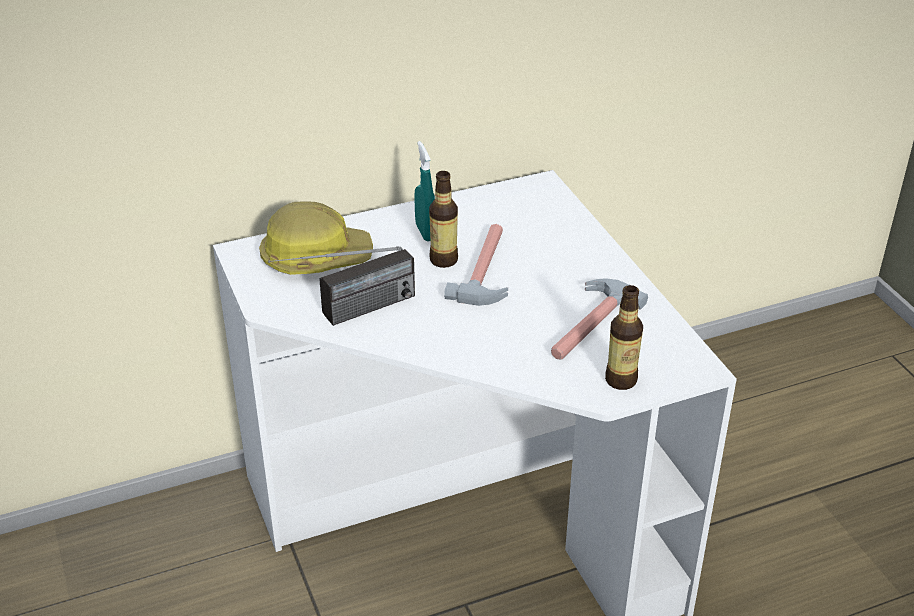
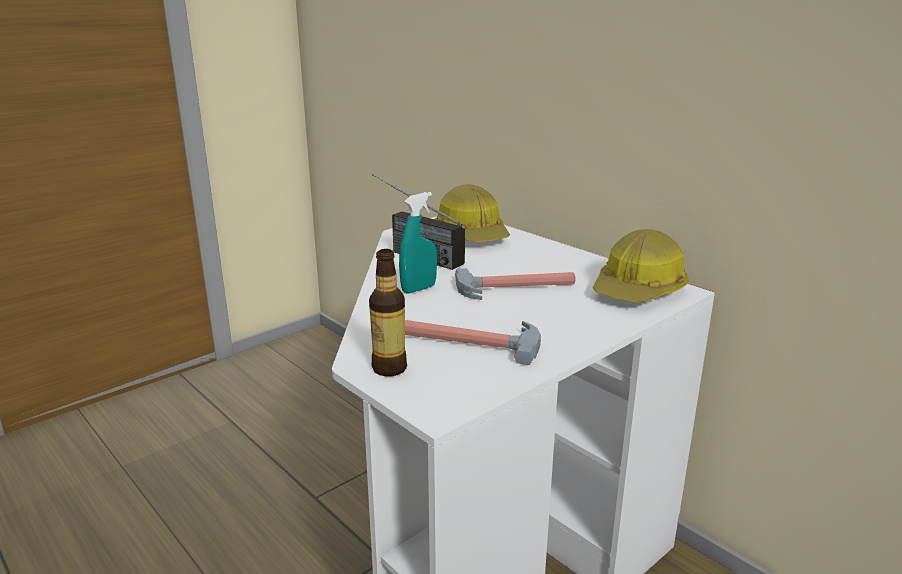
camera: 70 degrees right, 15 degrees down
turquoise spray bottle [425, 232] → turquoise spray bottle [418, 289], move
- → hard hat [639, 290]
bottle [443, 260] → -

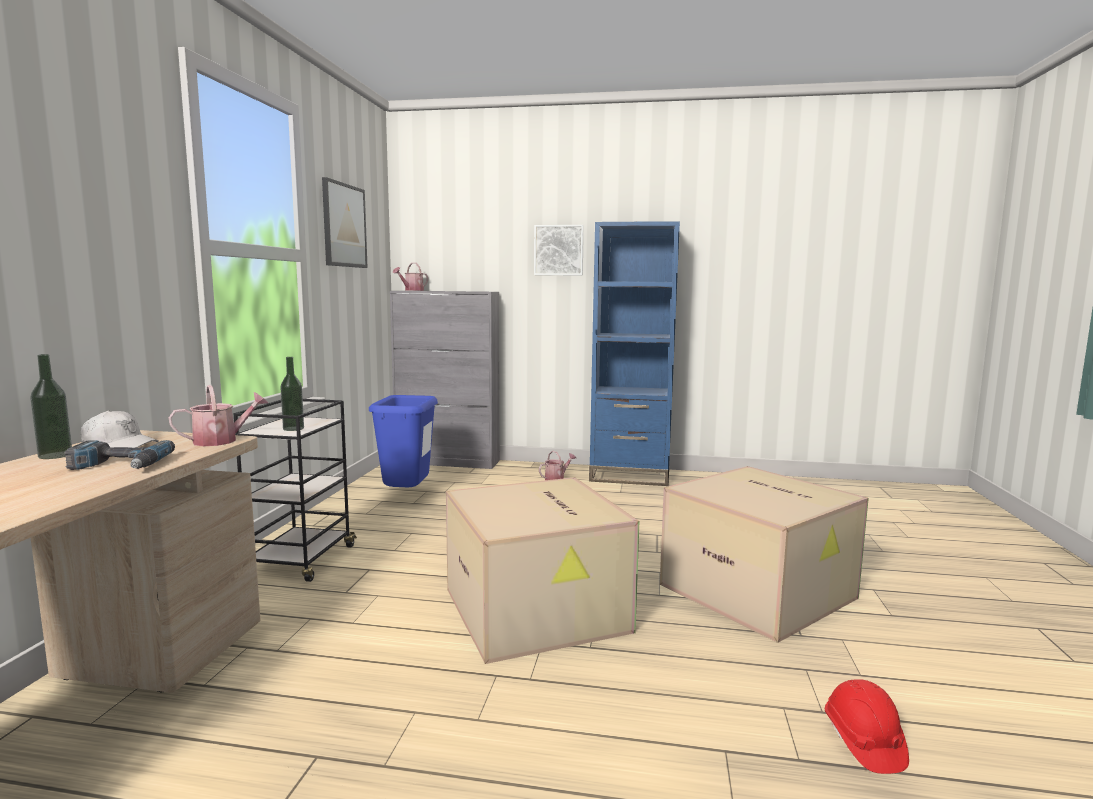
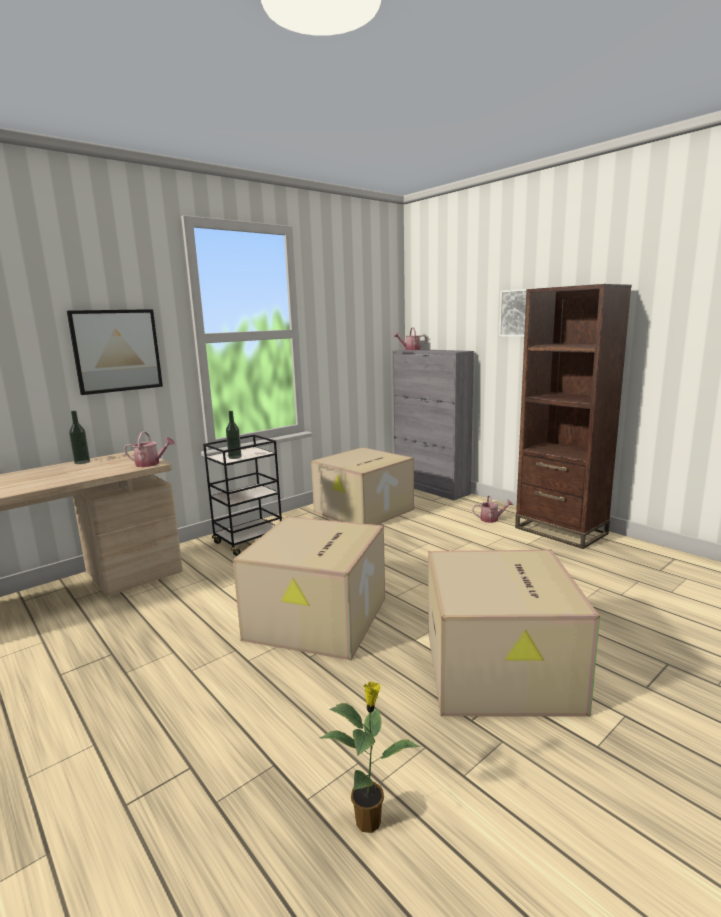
camera: 40 degrees right, 5 degrees up
picture [344, 225] → picture [117, 351], move
blue trash can [406, 497] → cardboard box [363, 511]
red hard hat [863, 742] → potted plant [369, 820]
blue bookcase [629, 476] → brown bookcase [560, 531]
power drill [118, 465] → -
white cap [119, 444] → -

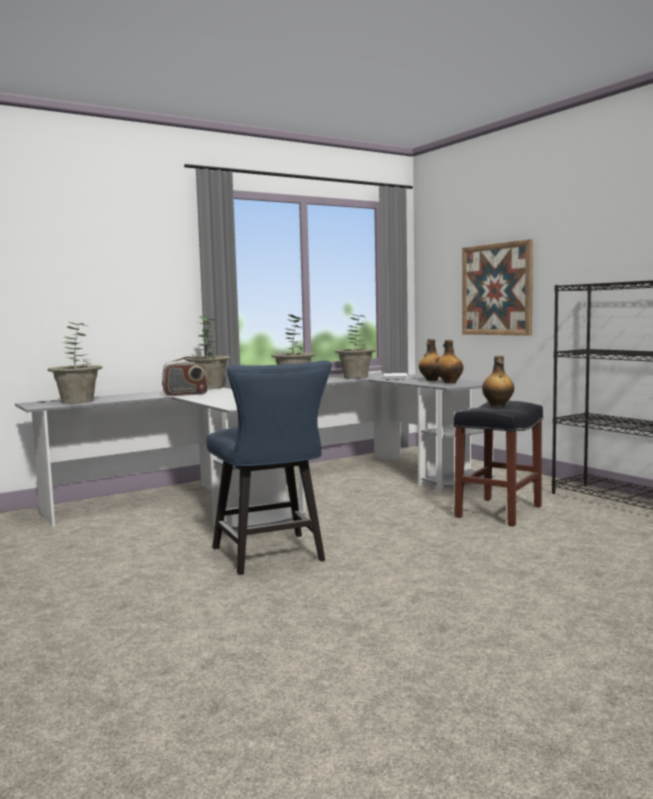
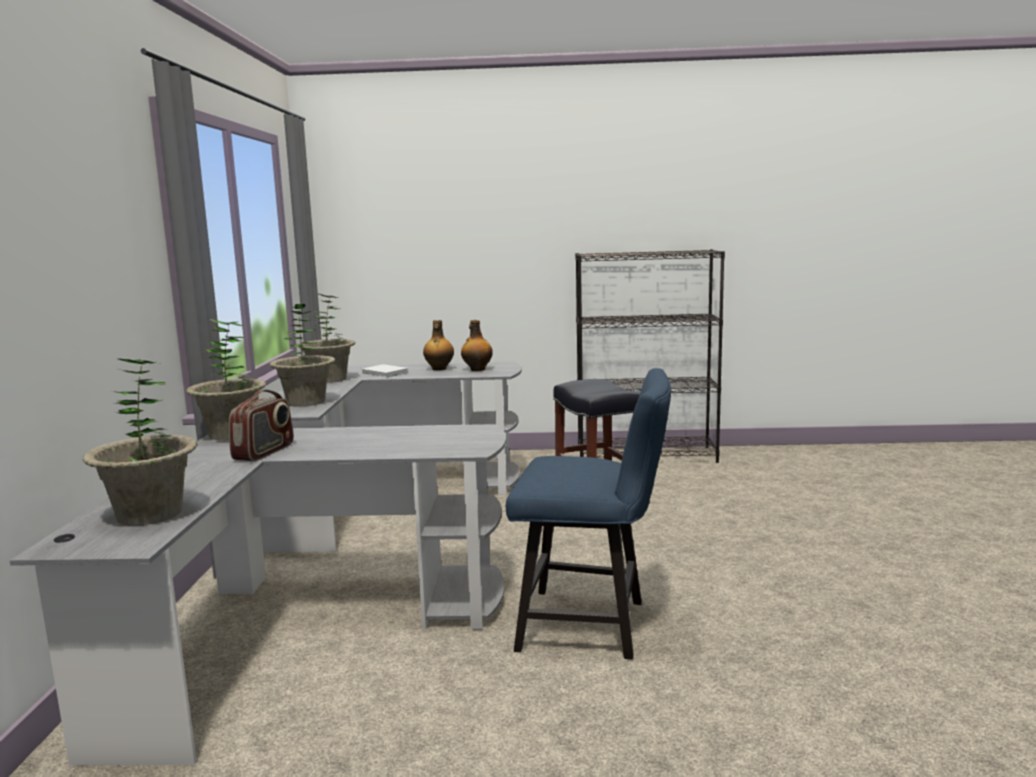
camera: 55 degrees left, 5 degrees up
picture [496, 289] → -
bottle [497, 406] → -

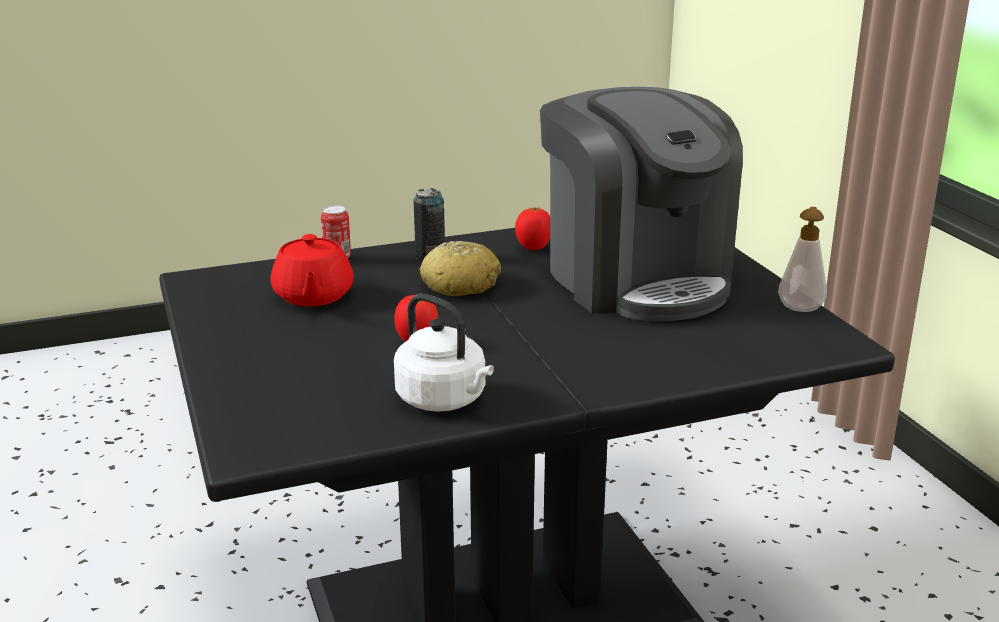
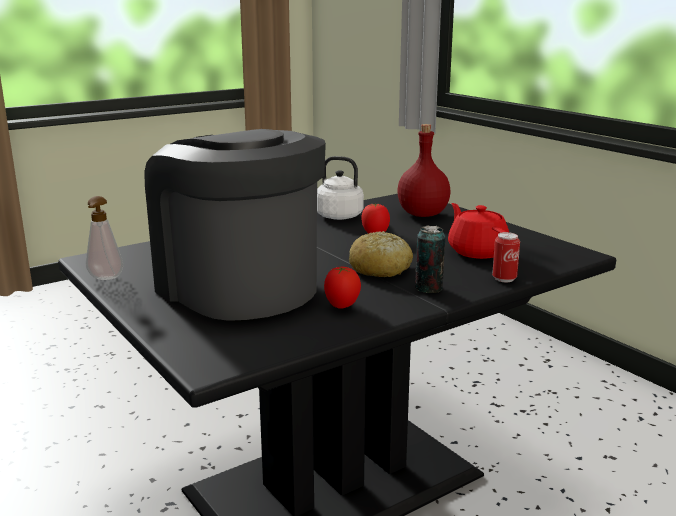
camera: 165 degrees right, 5 degrees down
- → red bottle [421, 214]

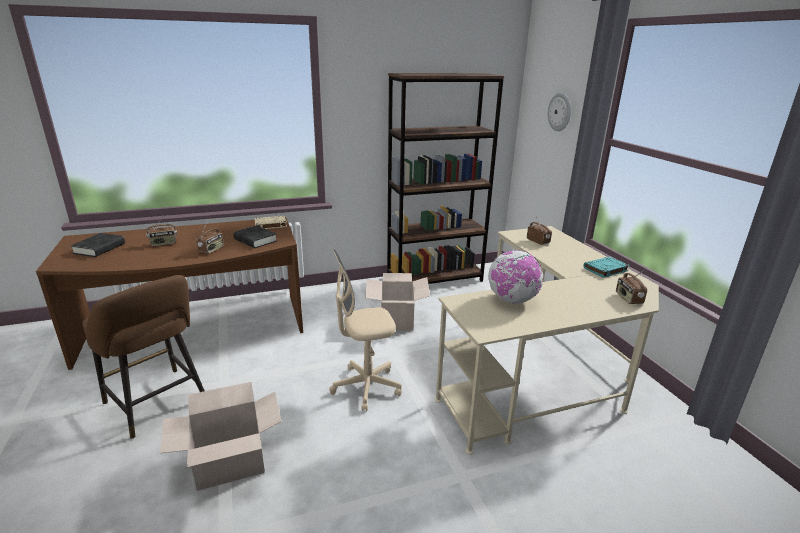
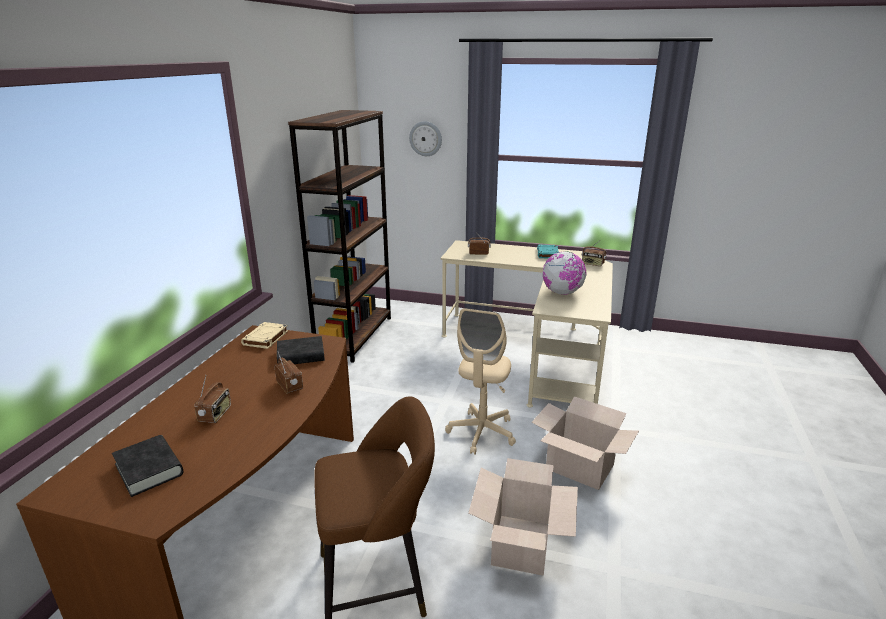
camera: 55 degrees left, 0 degrees up
cardboard box [397, 319] → cardboard box [580, 466], move

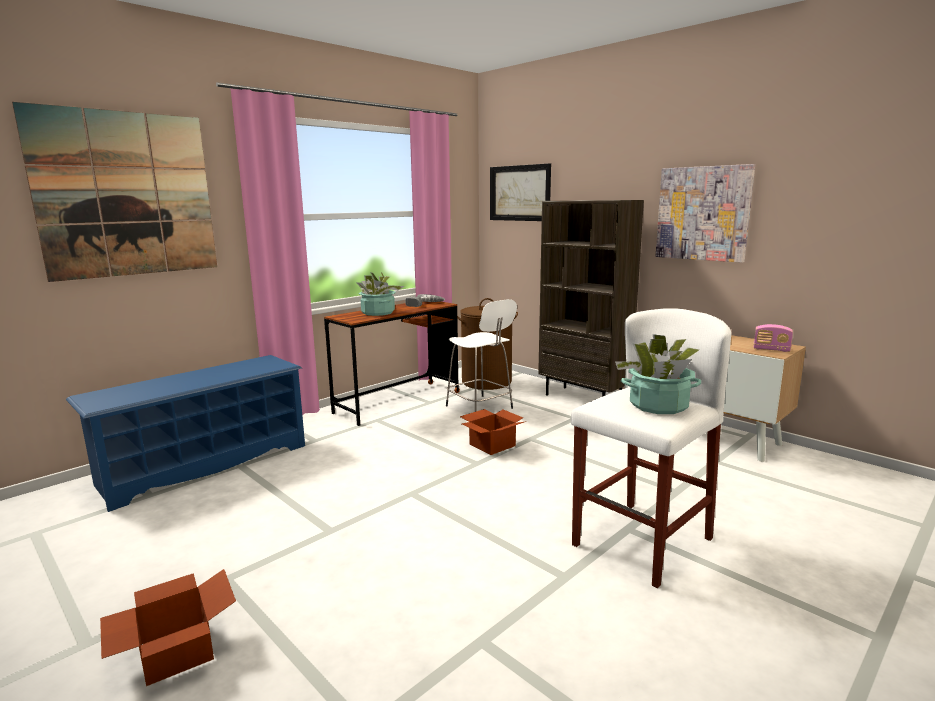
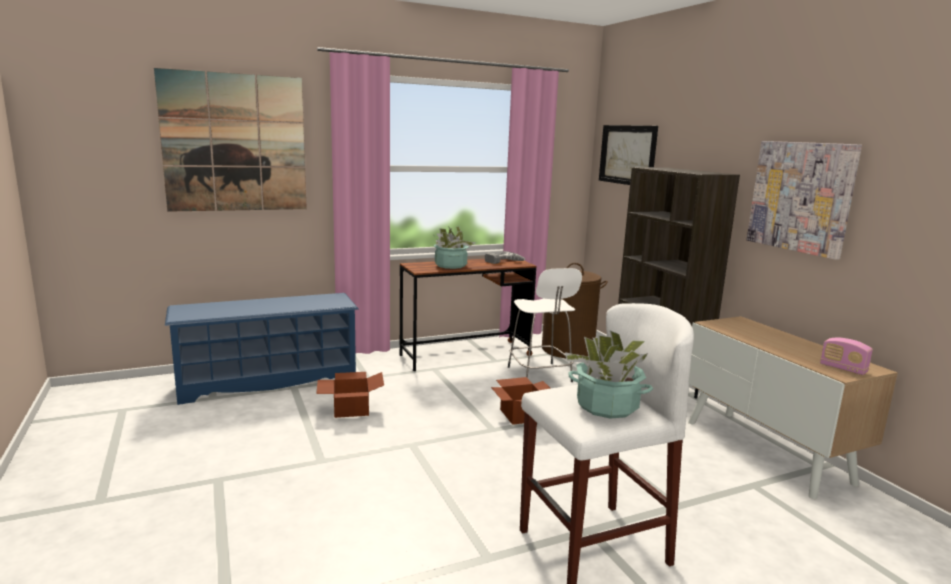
camera: 20 degrees right, 0 degrees up
cardboard box [174, 652] → cardboard box [350, 408], move

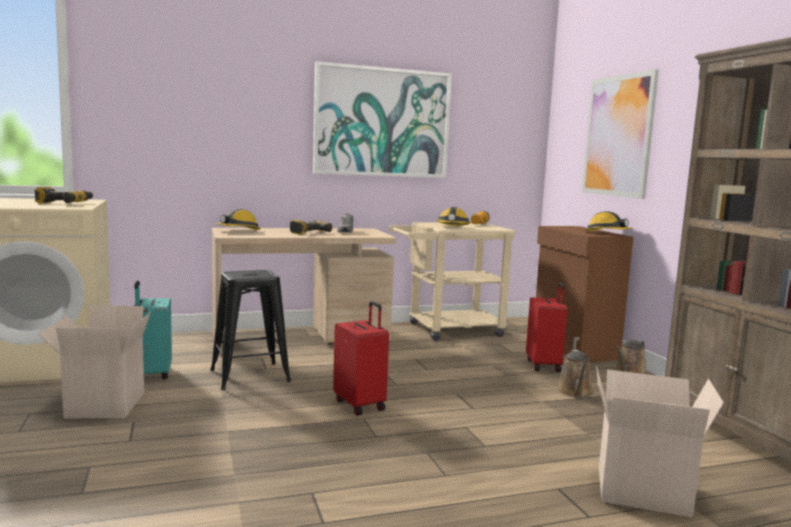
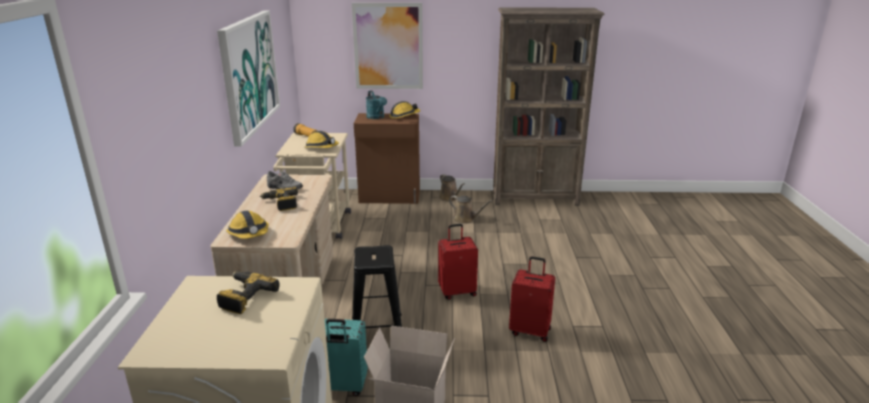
camera: 70 degrees left, 15 degrees up
- → turquoise watering can [377, 117]
red suitcase [544, 365] → red suitcase [530, 331], move
cardboard box [643, 490] → -

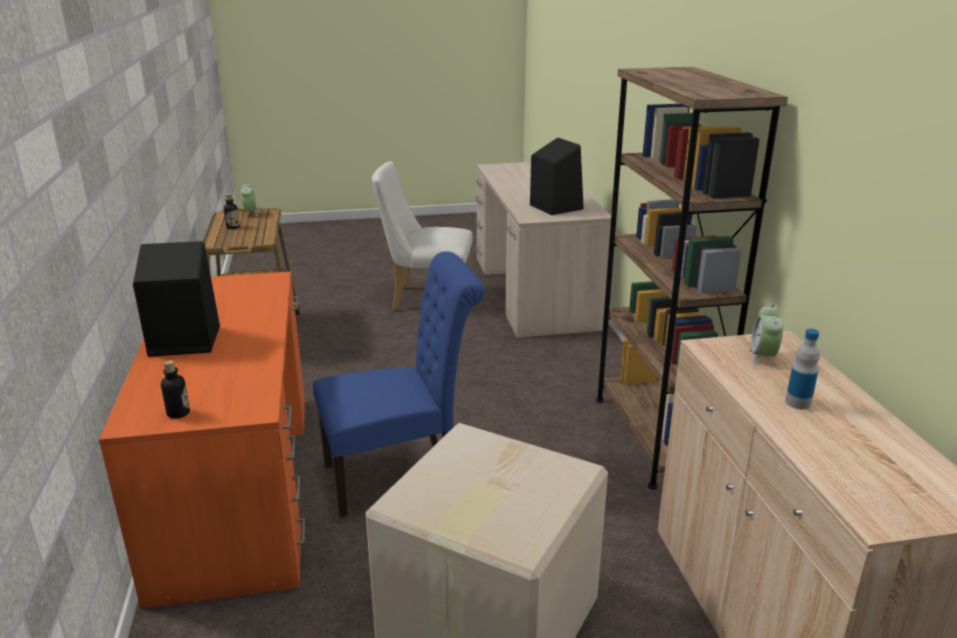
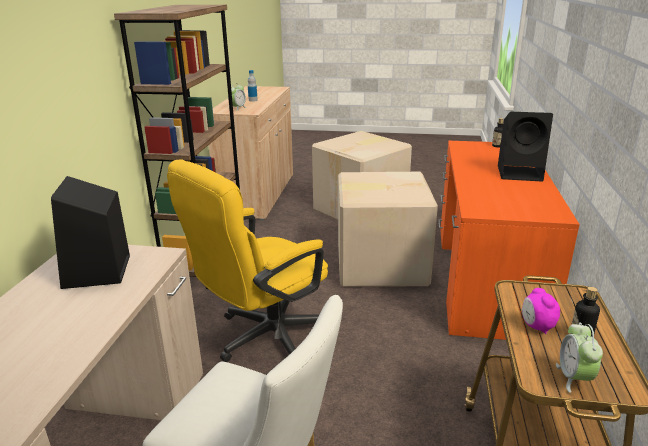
camera: 160 degrees left, 0 degrees up
- → yellow office chair [264, 338]
blue chair [401, 475] → cardboard box [379, 264]
- → alarm clock [536, 327]

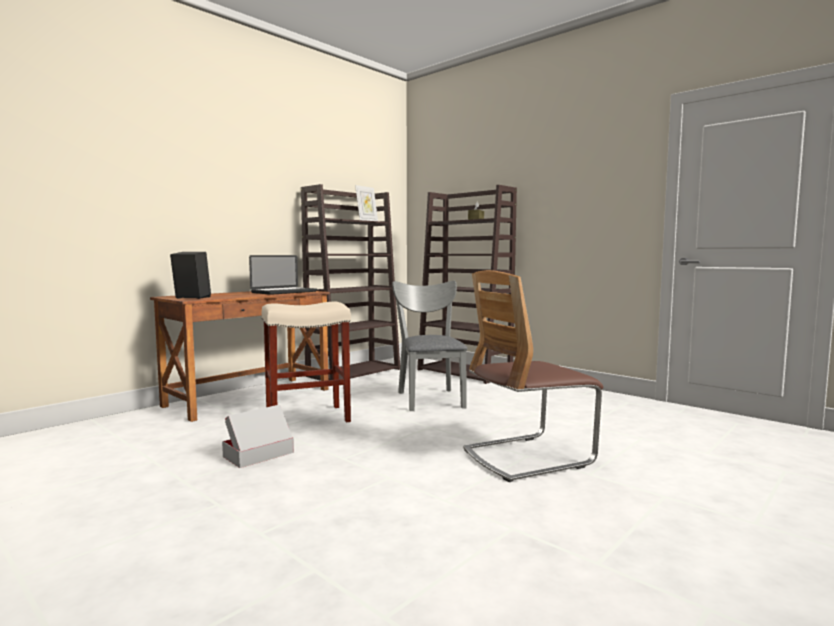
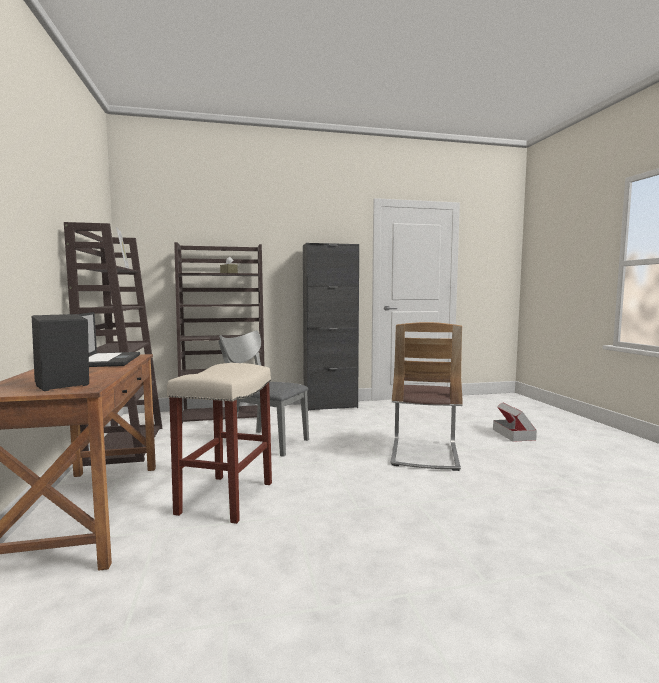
camera: 55 degrees left, 0 degrees up
- → black cabinet [330, 406]
cardboard box [258, 454] → cardboard box [513, 434], move

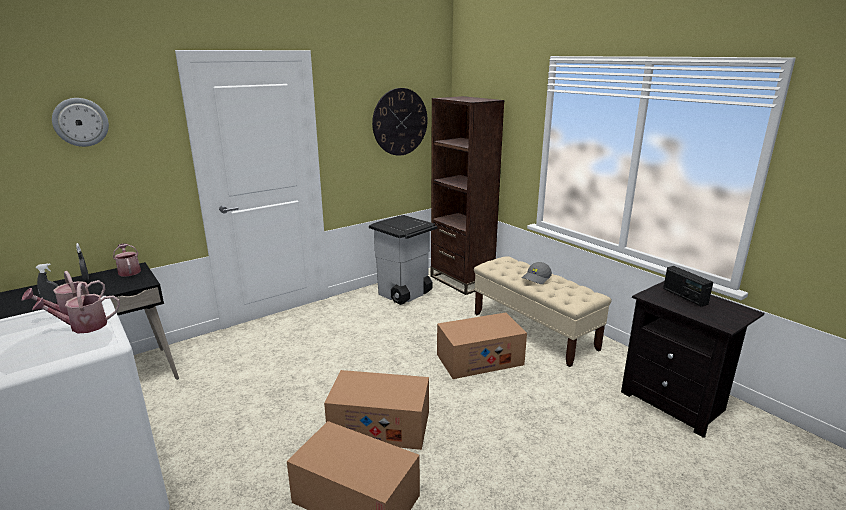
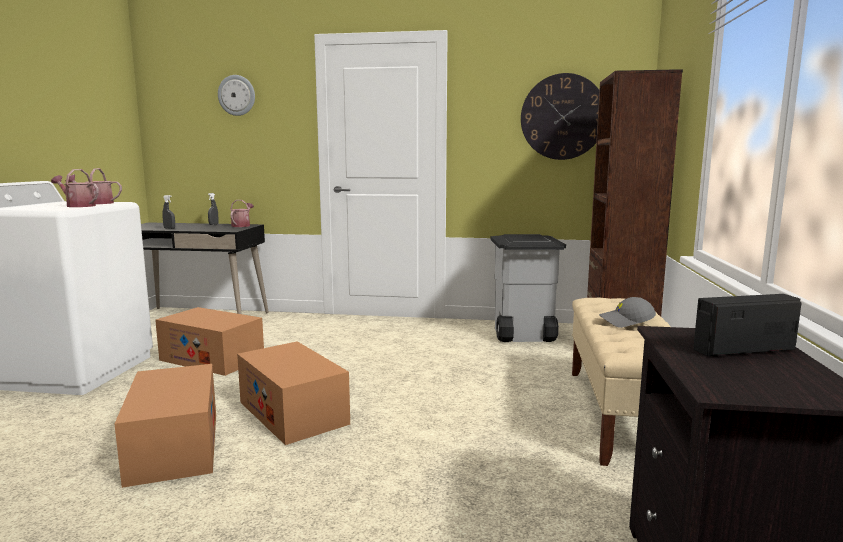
camera: 45 degrees right, 10 degrees down
cardboard box [479, 359] → cardboard box [212, 359], move
radio [684, 296] → radio [742, 349], 60 degrees clockwise

